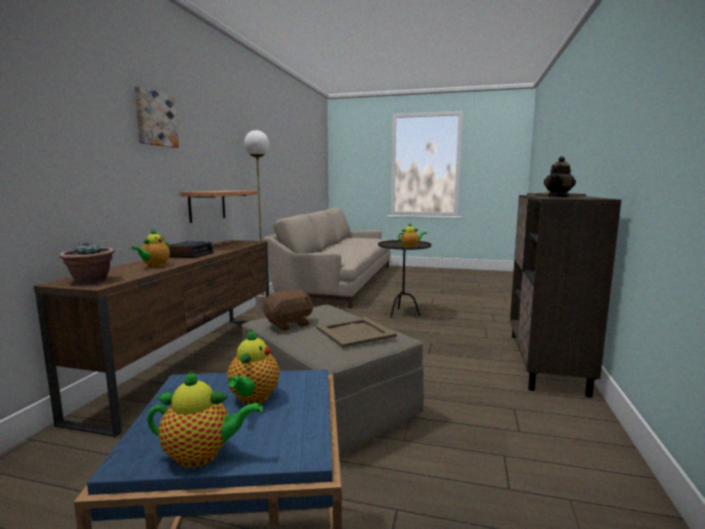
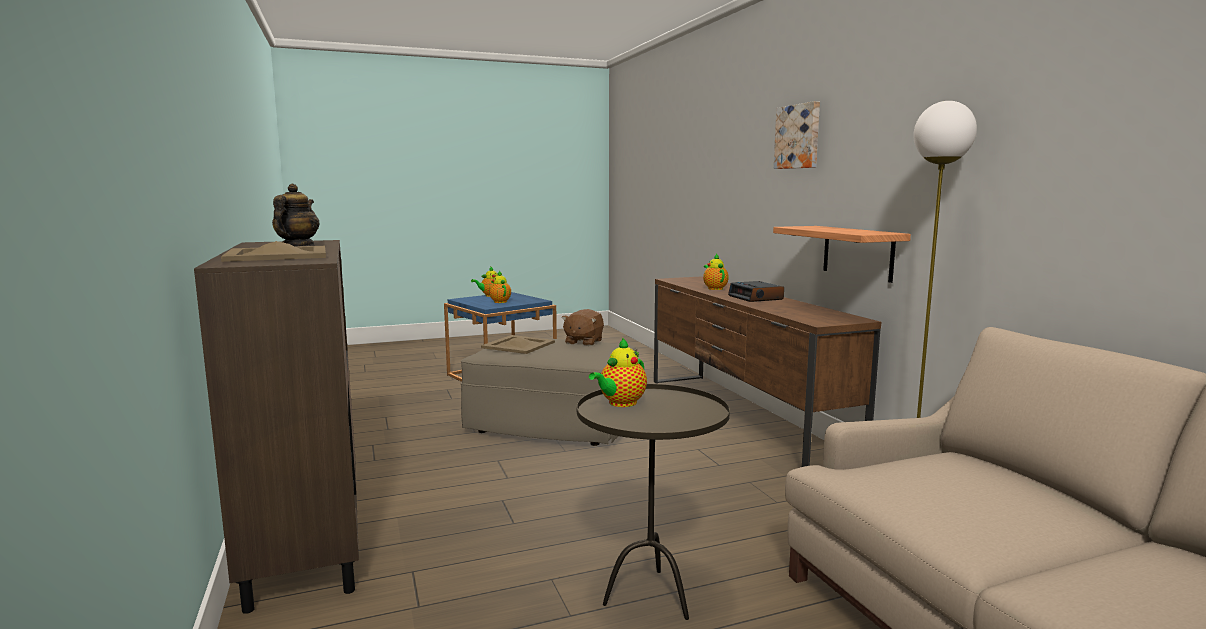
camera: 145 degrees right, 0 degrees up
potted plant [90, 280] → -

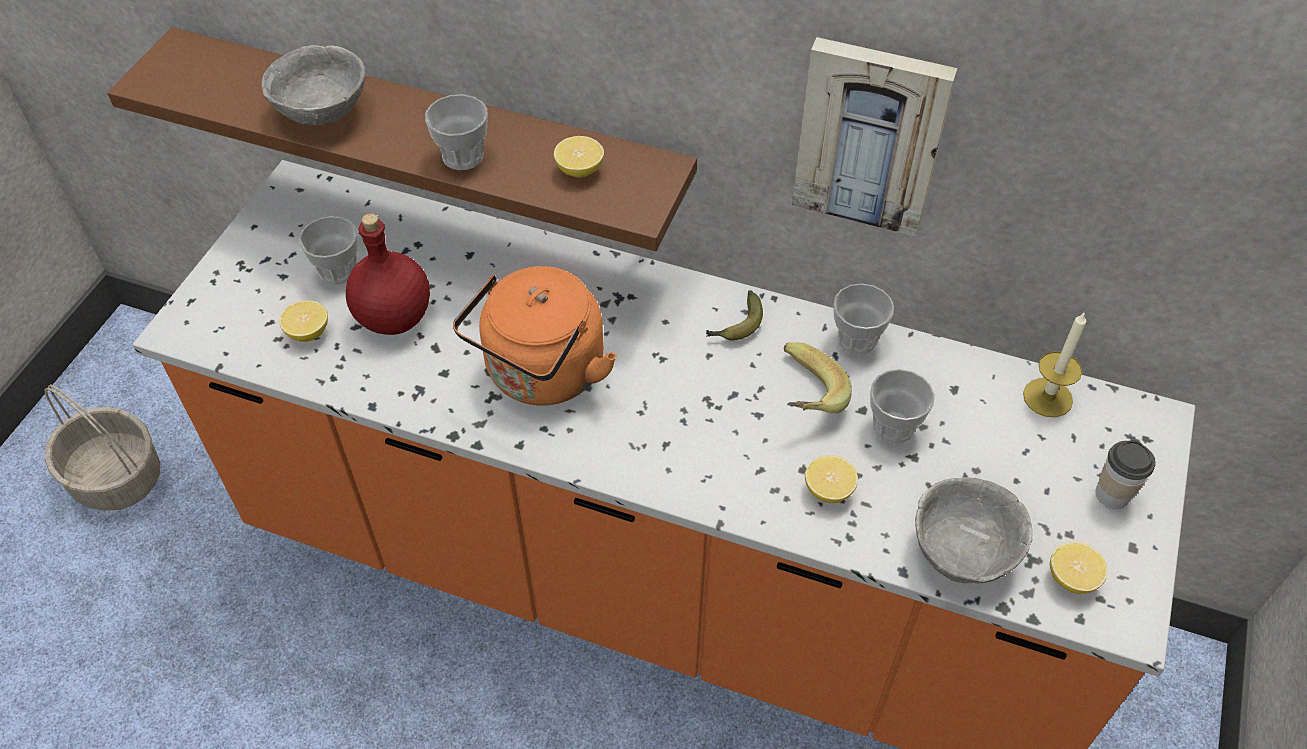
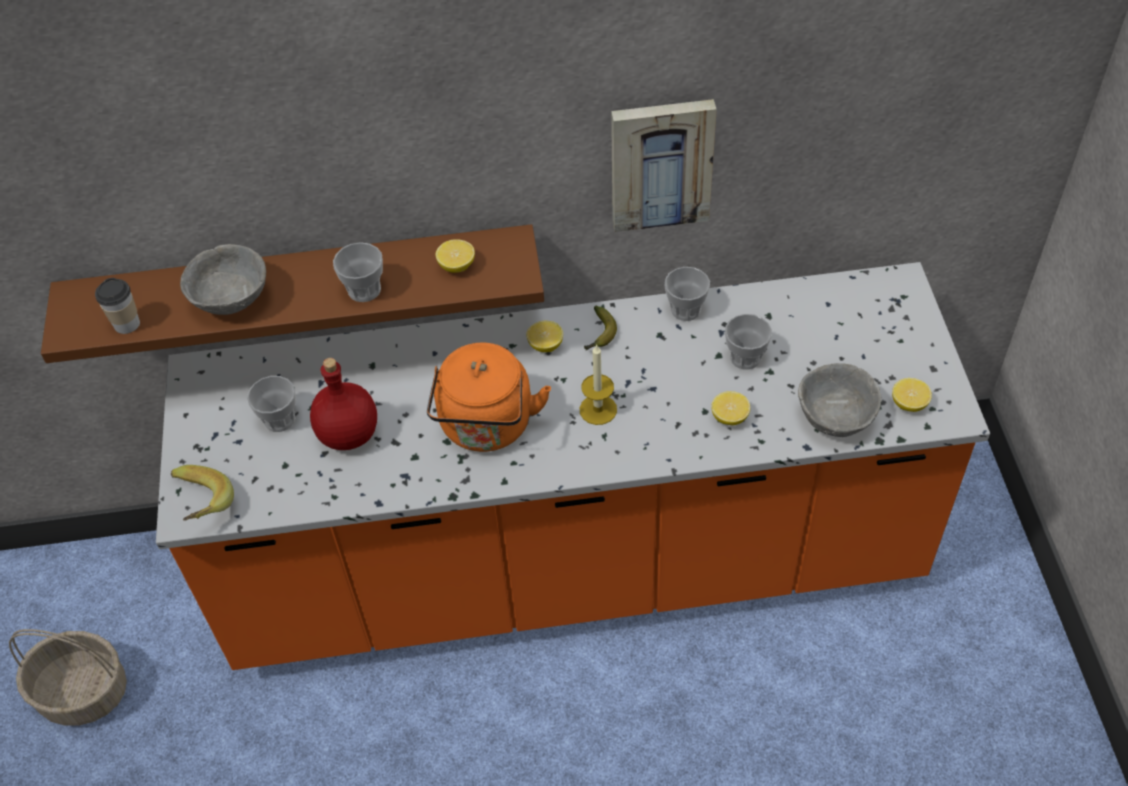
camera: 25 degrees left, 0 degrees up
cup [1112, 494] → cup [127, 324], move
banana [801, 396] → banana [198, 506], move
lemon [308, 332] → lemon [545, 345], move
candle [1047, 397] → candle [598, 409], move

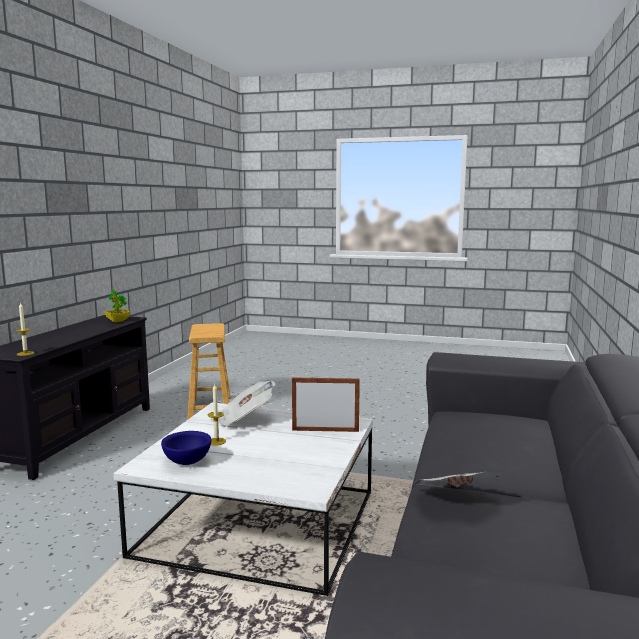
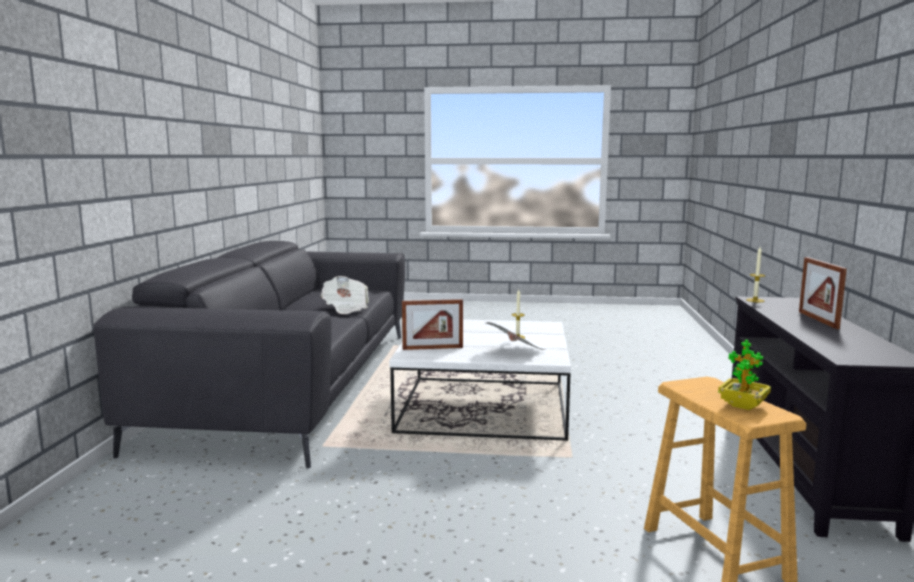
camera: 170 degrees right, 0 degrees up
potted plant [117, 321] → potted plant [743, 405], move
- → picture frame [818, 320]
blue bowl [188, 462] → -

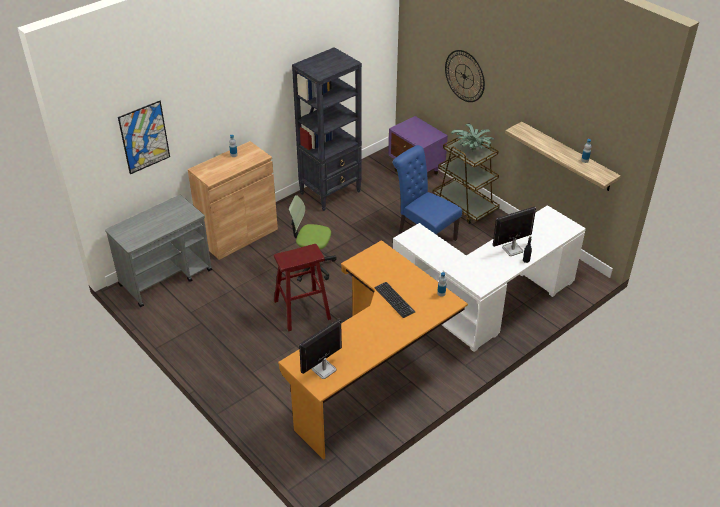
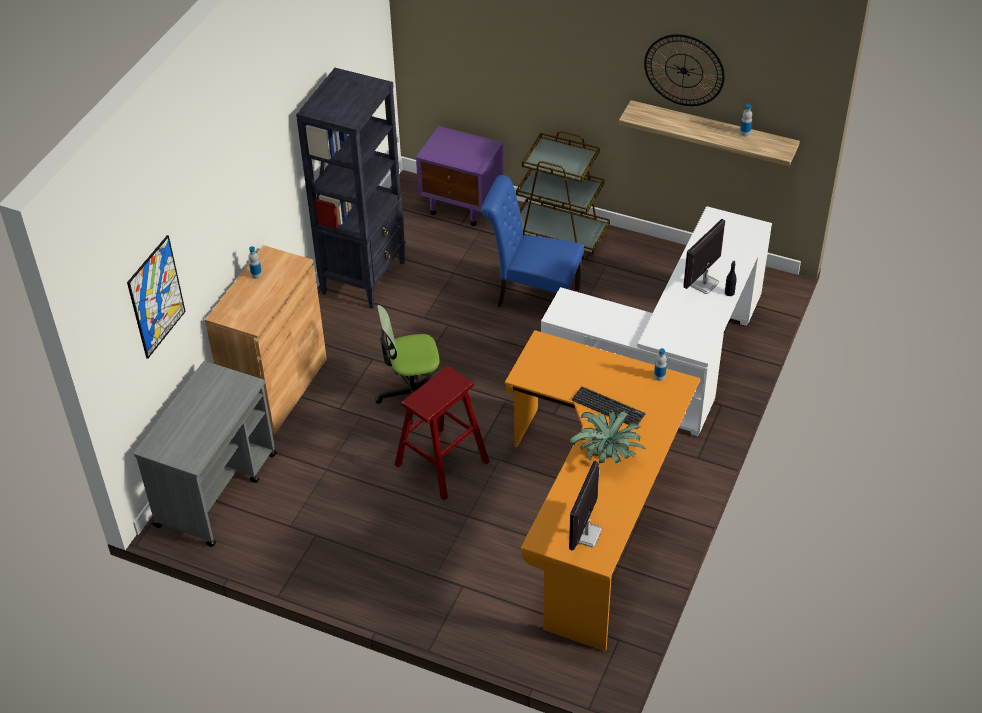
camera: 25 degrees left, 5 degrees up
potted plant [473, 150] → potted plant [608, 454], move
wall clock [464, 76] → wall clock [684, 70], move

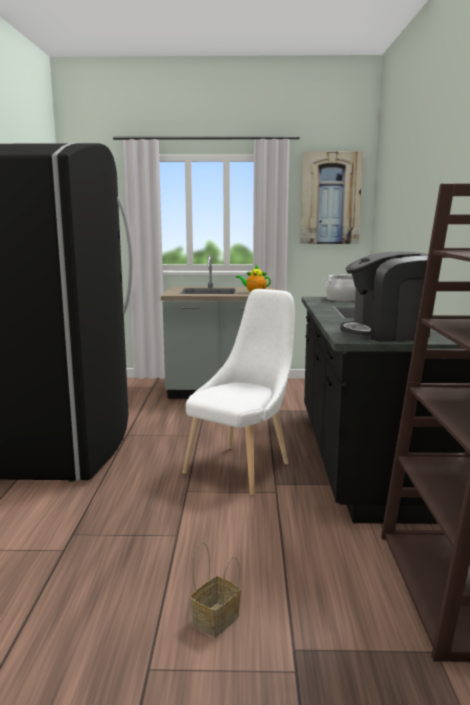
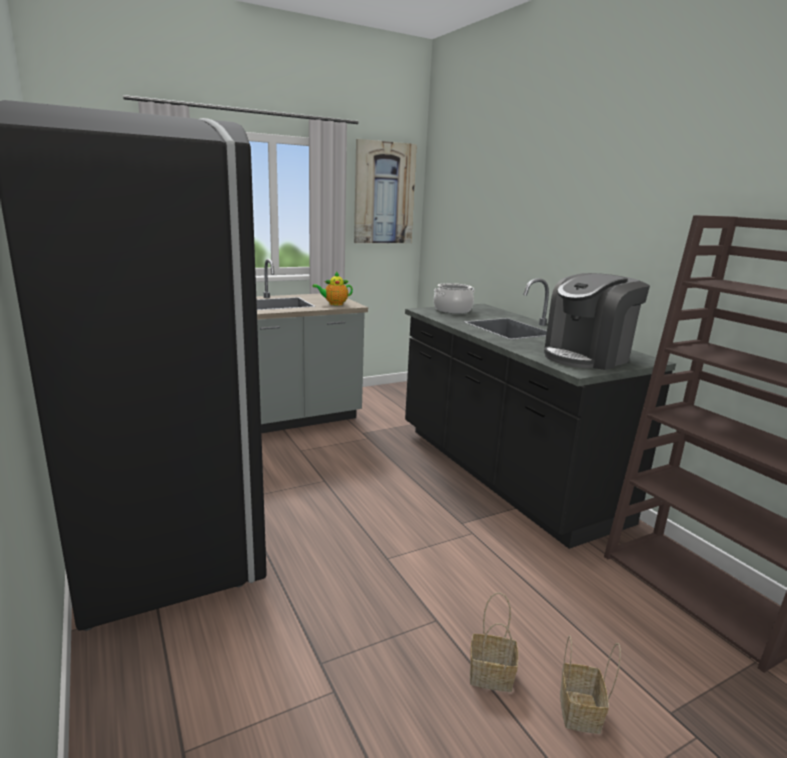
camera: 30 degrees left, 5 degrees up
- → basket [492, 675]
white chair [242, 466] → -

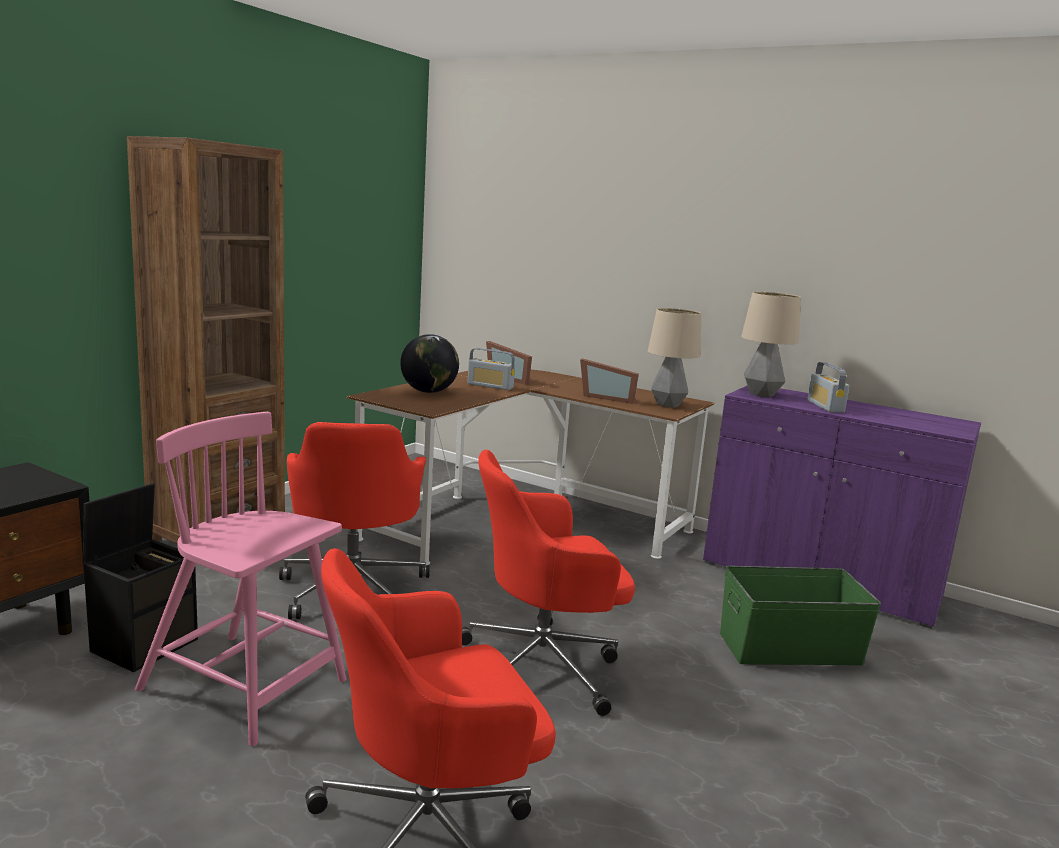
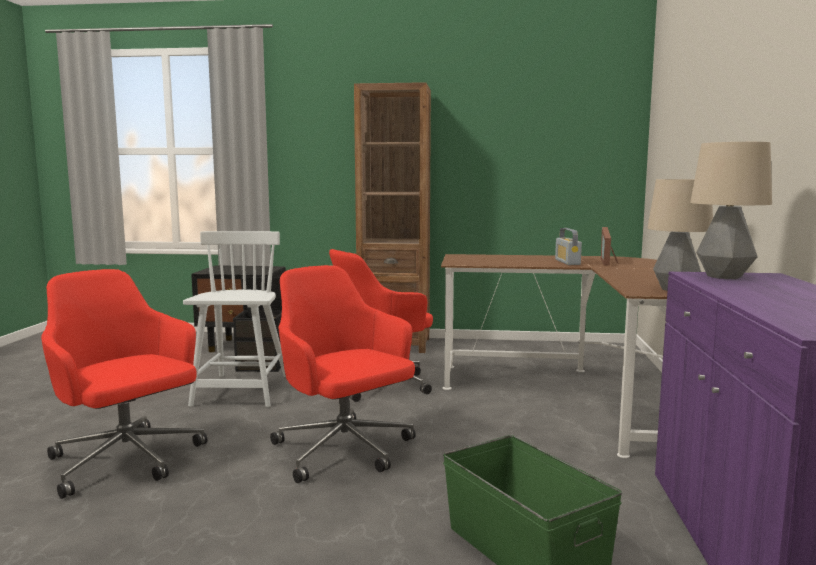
camera: 65 degrees right, 5 degrees down
pink chair [246, 687] → white chair [242, 391]
globe [428, 392] → -
picture frame [607, 398] → -
radio [825, 406] → -

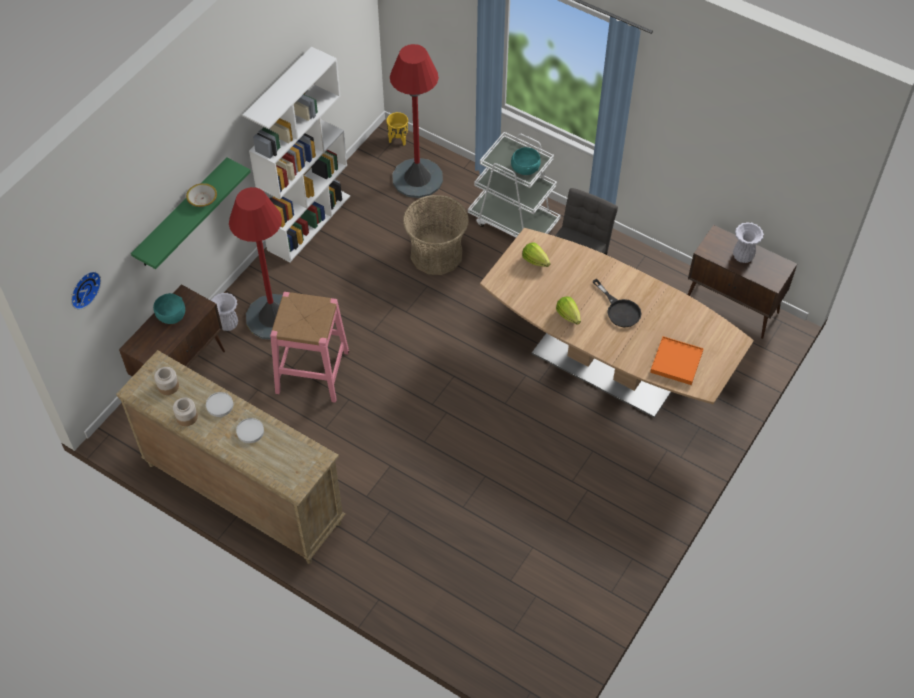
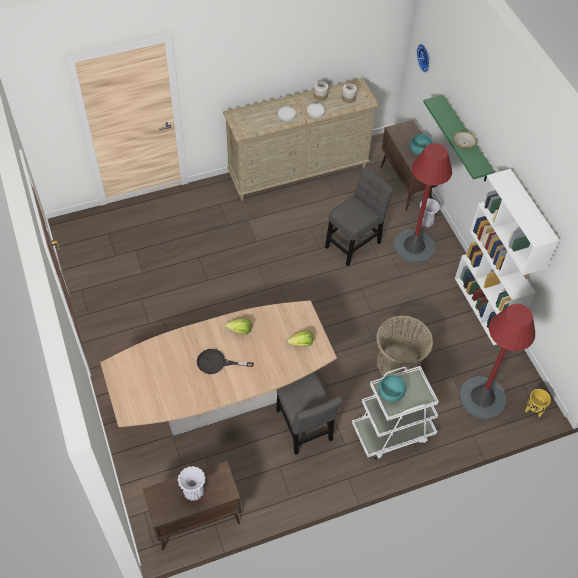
camera: 125 degrees right, 0 degrees up
pink stool [312, 372] → grey chair [354, 242]
orange tray [676, 362] → -

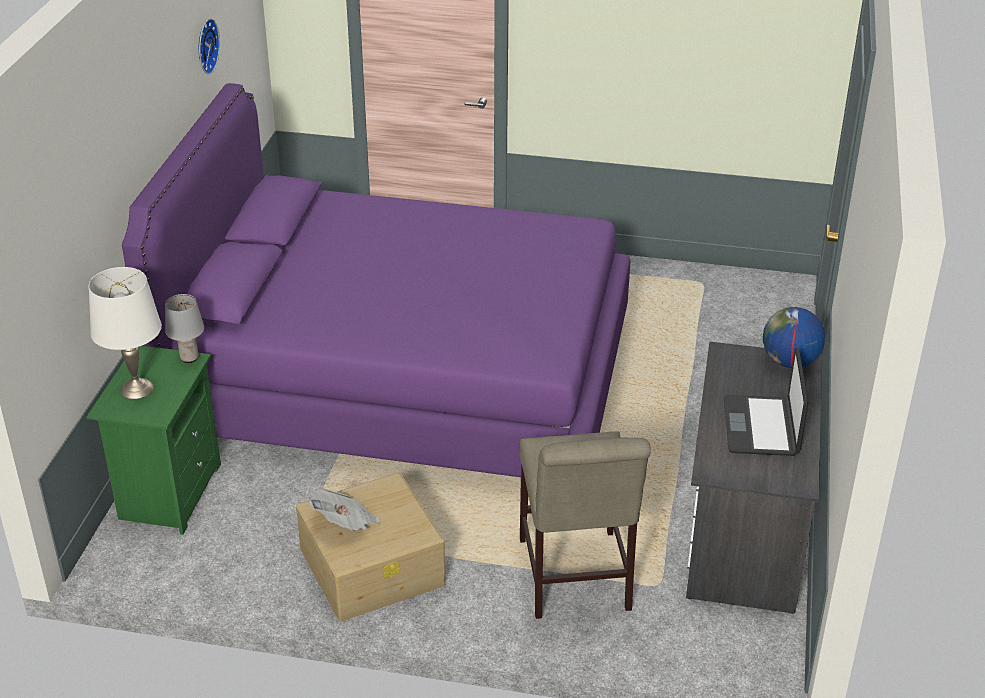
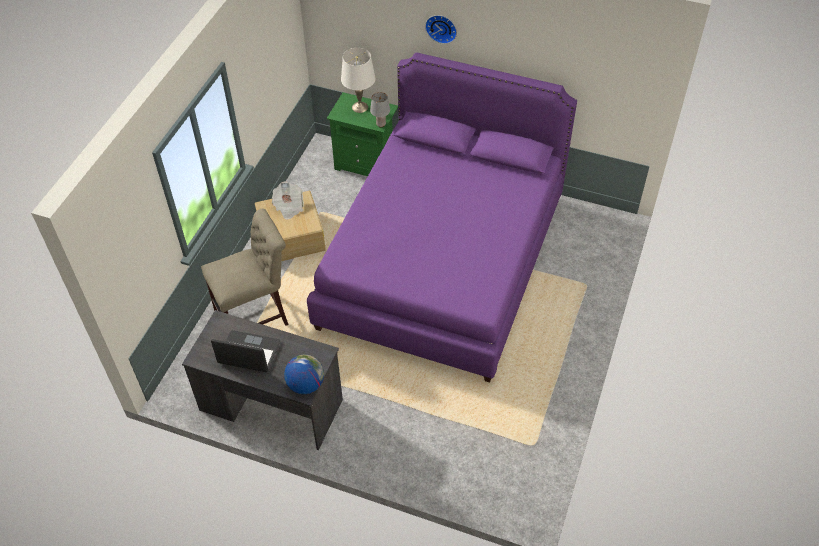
camera: 100 degrees right, 15 degrees up
beige chair [574, 580] → beige chair [256, 316], 150 degrees clockwise
wall clock [205, 46] → wall clock [441, 27], move

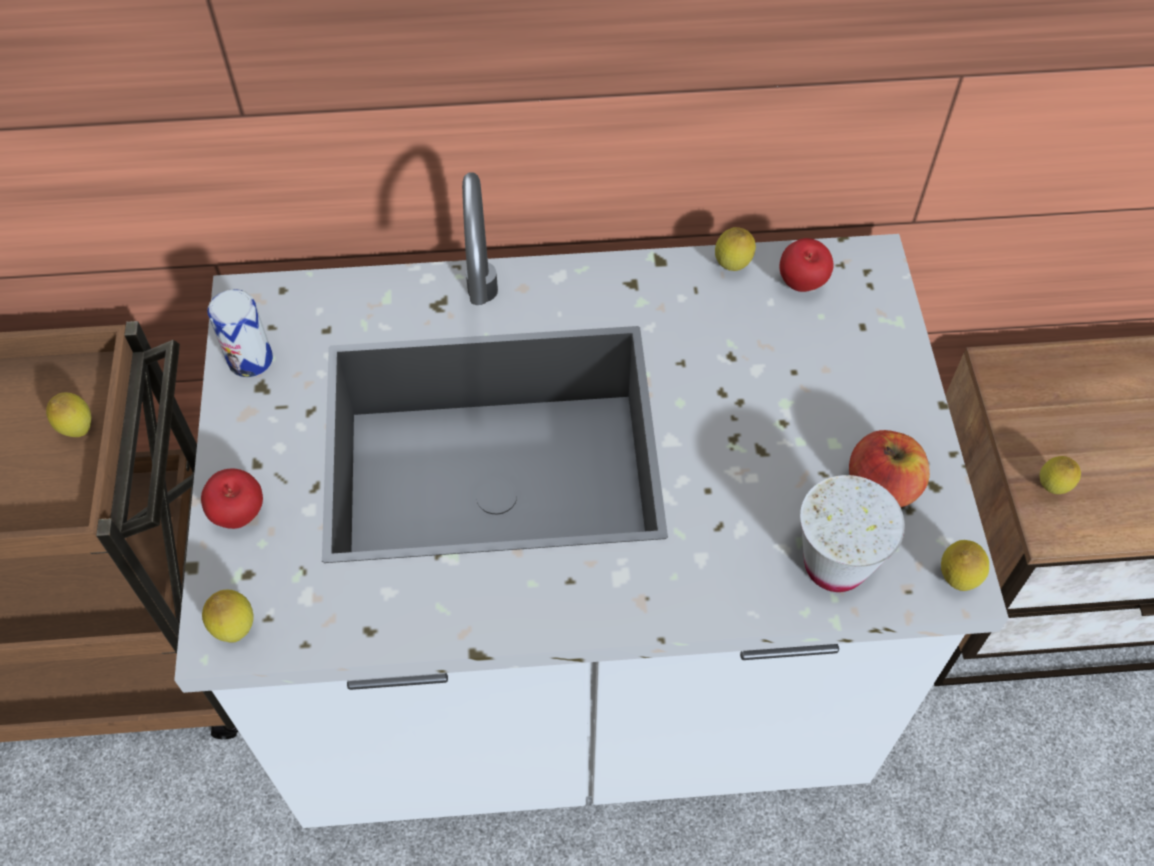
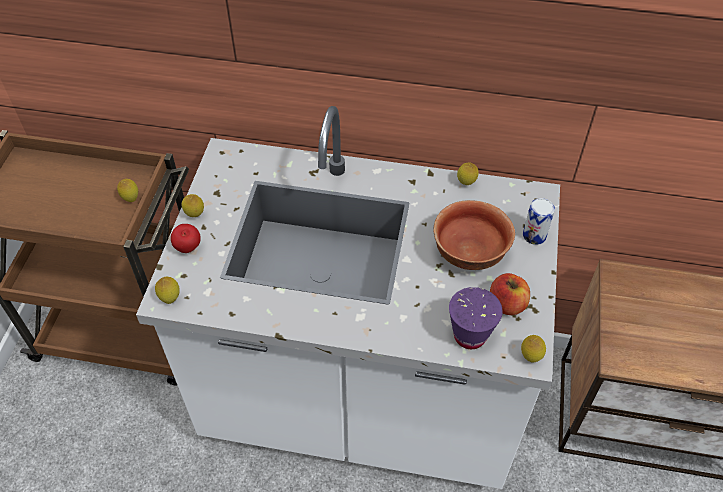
camera: 15 degrees right, 5 degrees down
lemon [1051, 488] → lemon [195, 215], move
- → bowl [469, 252]
white cup [835, 565] → purple cup [470, 336]
can [250, 359] → can [534, 235], move
apple [801, 285] → -

